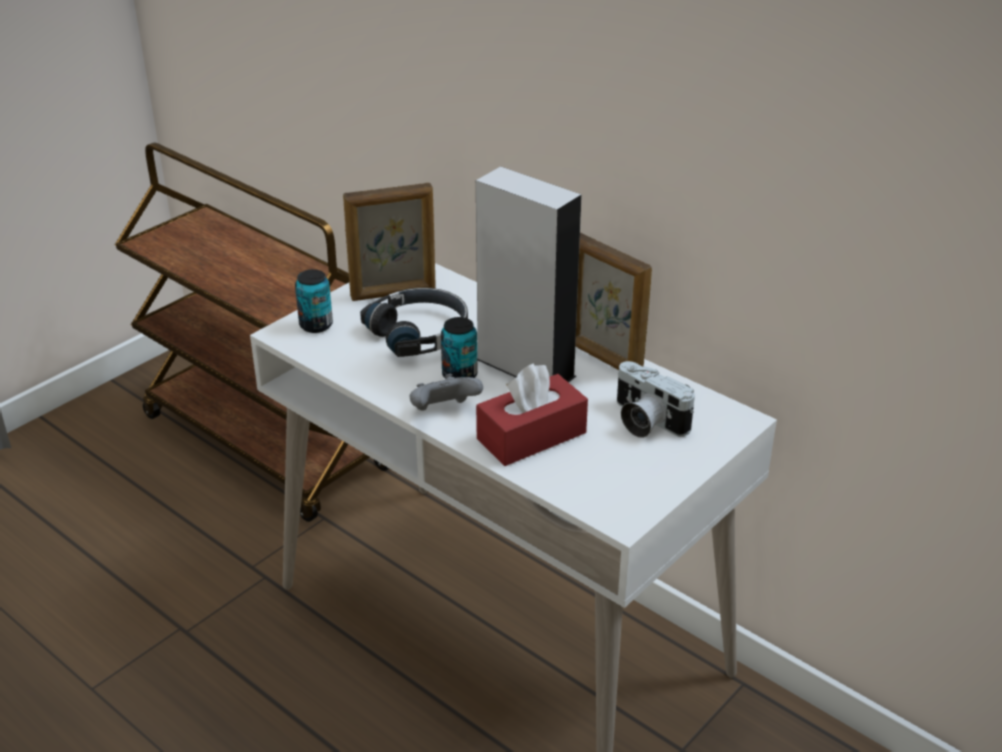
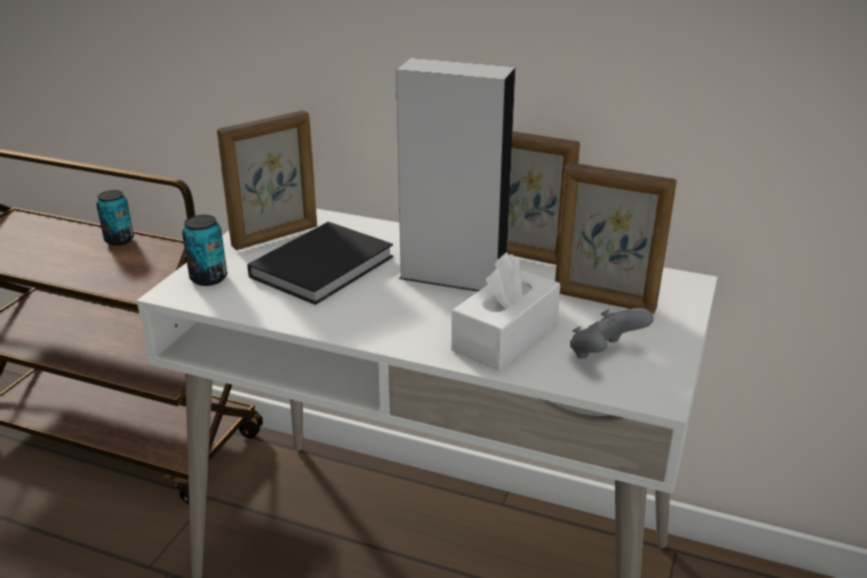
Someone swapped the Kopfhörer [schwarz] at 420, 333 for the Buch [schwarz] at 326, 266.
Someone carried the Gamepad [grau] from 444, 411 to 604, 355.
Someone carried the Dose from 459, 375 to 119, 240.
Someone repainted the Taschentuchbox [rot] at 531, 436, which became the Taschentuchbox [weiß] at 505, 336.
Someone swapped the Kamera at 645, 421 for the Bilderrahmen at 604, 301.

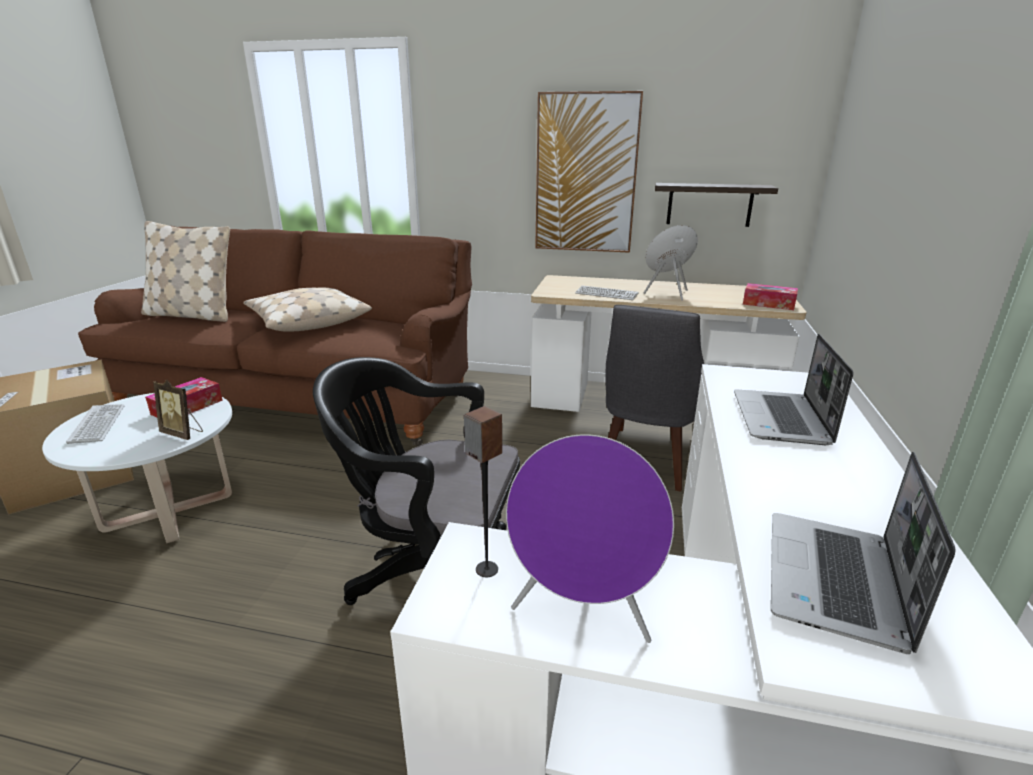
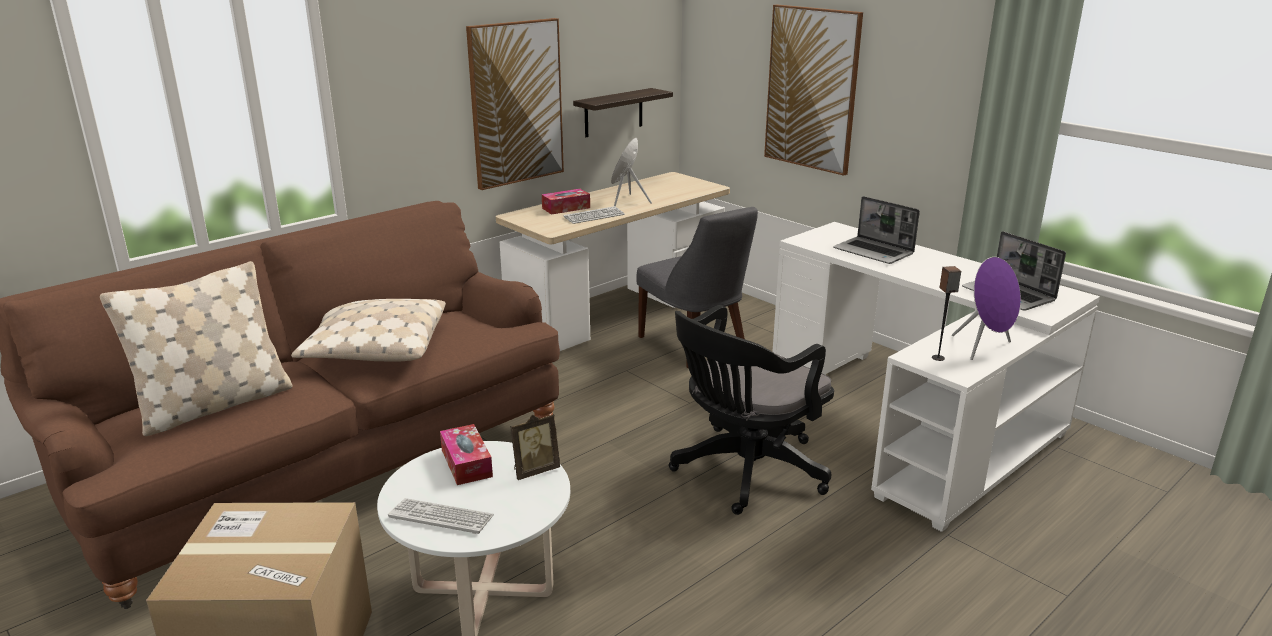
Someone carried the Taschentuchbox from 768, 304 to 566, 208.
Someone put up the Bild at 812, 89.

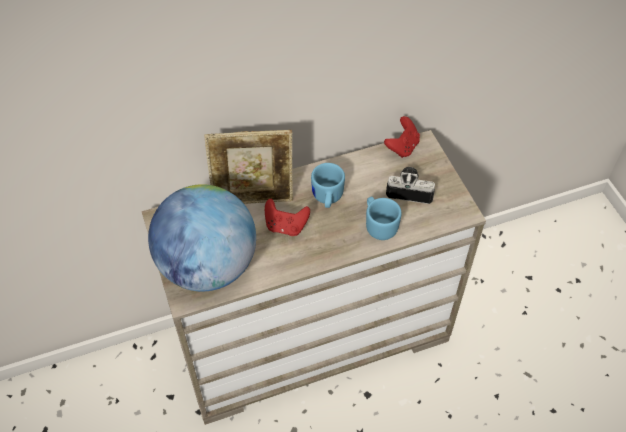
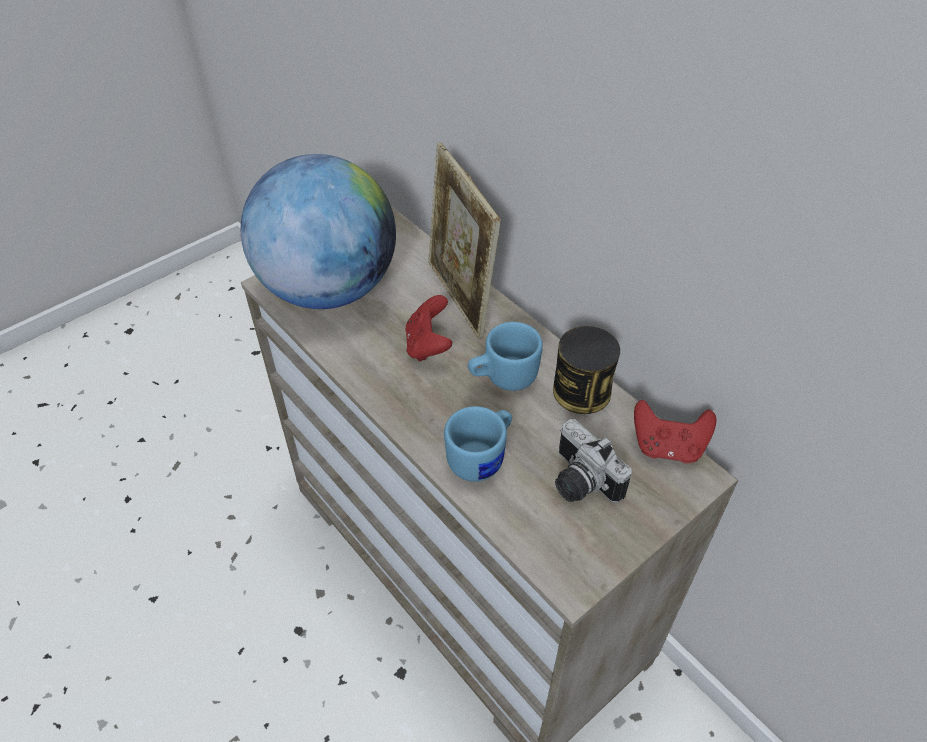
Someone rotated the Kamera at 410, 190 by 150 degrees clockwise.
Someone put down the Dose at 581, 391.

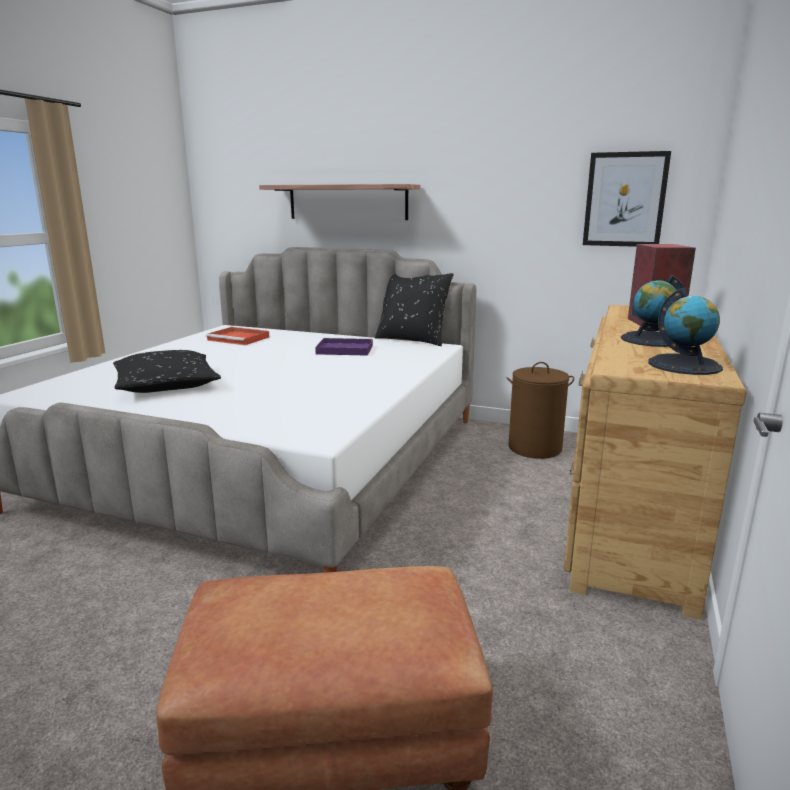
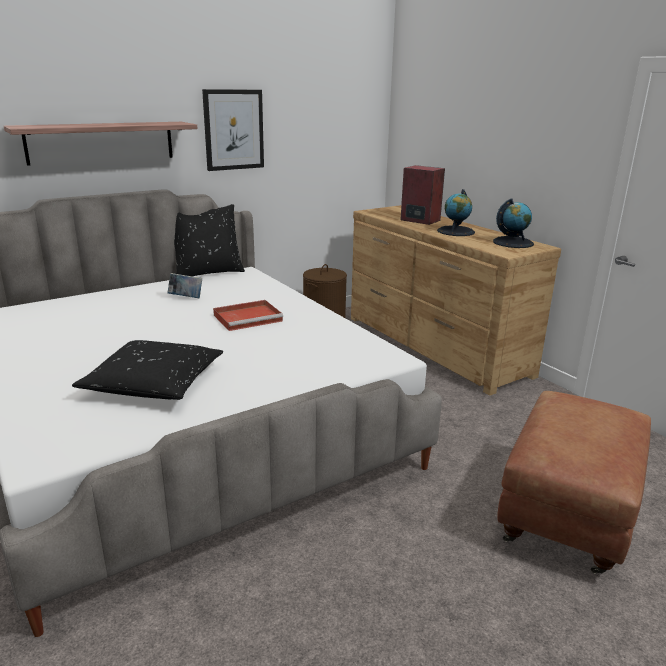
Someone carried the Tablett [rot] from 239, 339 to 249, 317.
Someone swapped the Tablett [lila] at 343, 349 for the Buch at 186, 298.
Someone carried the Bild from 625, 200 to 233, 130.

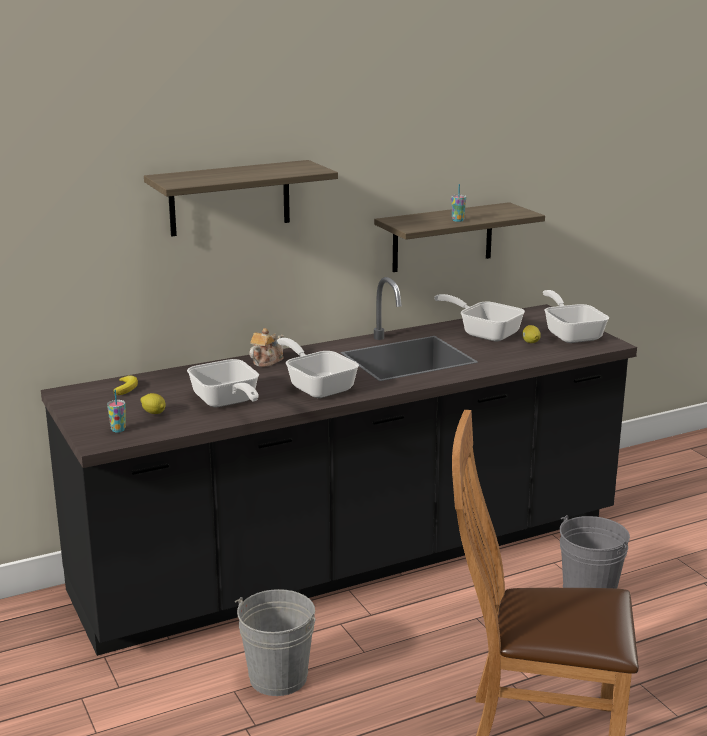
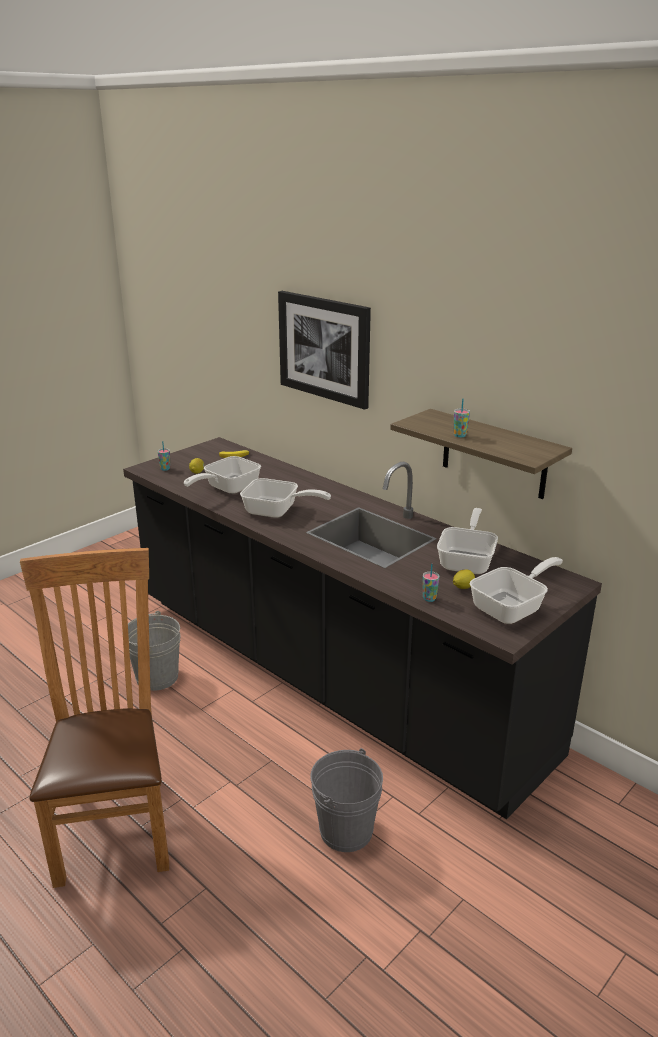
Someone swapped the Wandregal at 230, 198 for the Bild at 324, 348.
Someone took away the Teekanne at 266, 361.
Someone rotated the Pfanne at 317, 386 by 75 degrees clockwise.
Someone put down the Tasse at 429, 599.

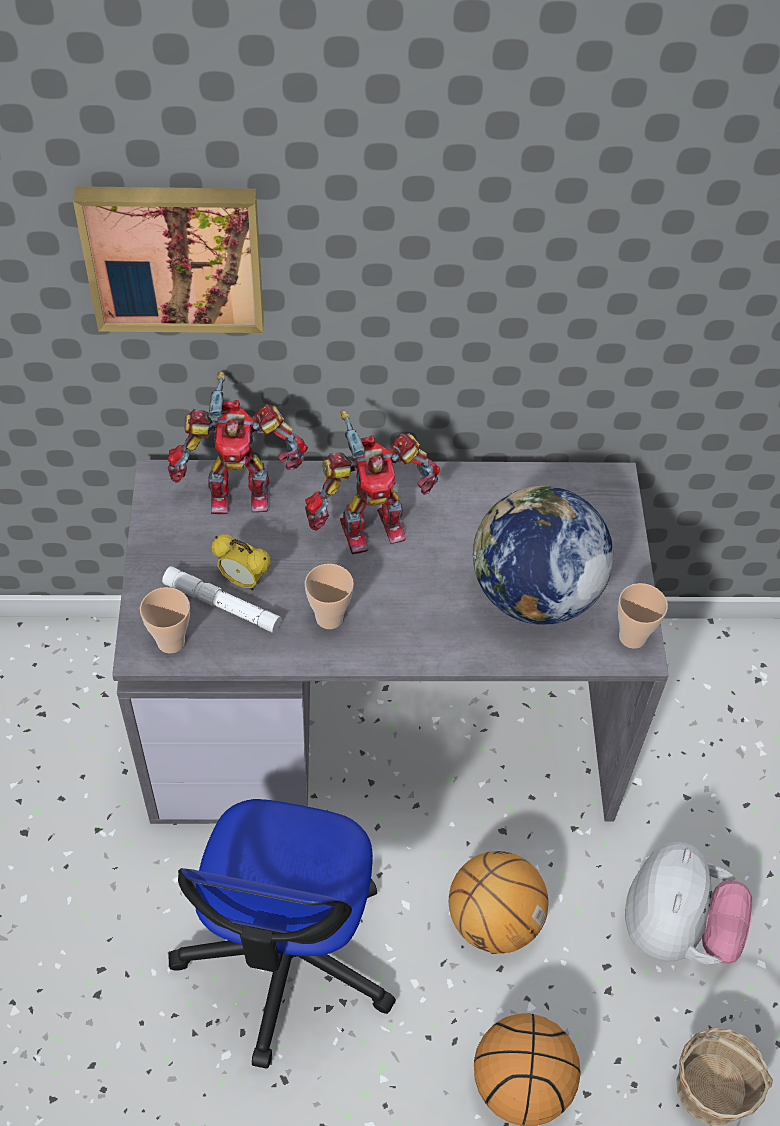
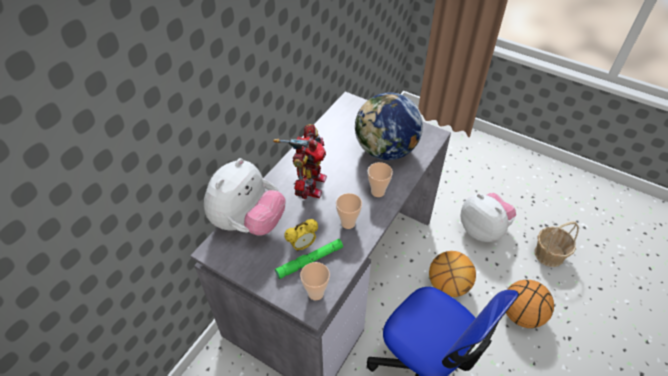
Someone took away the Bild at 174, 255.
Someone repainted the Taschenlampe [weiß] at 222, 605, which became the Taschenlampe [grün] at 309, 261.
Someone swapped the Spielzeugroboter at 239, 491 for the Plüschtier at 248, 222.
Someone carried the Tasse from 632, 637 to 377, 192.

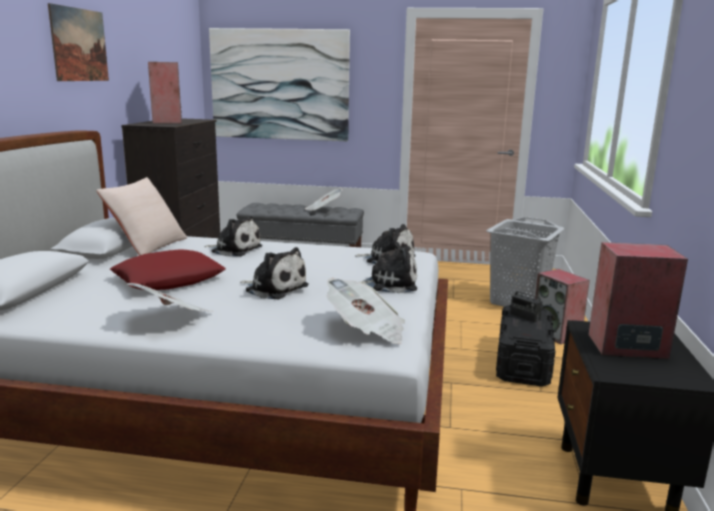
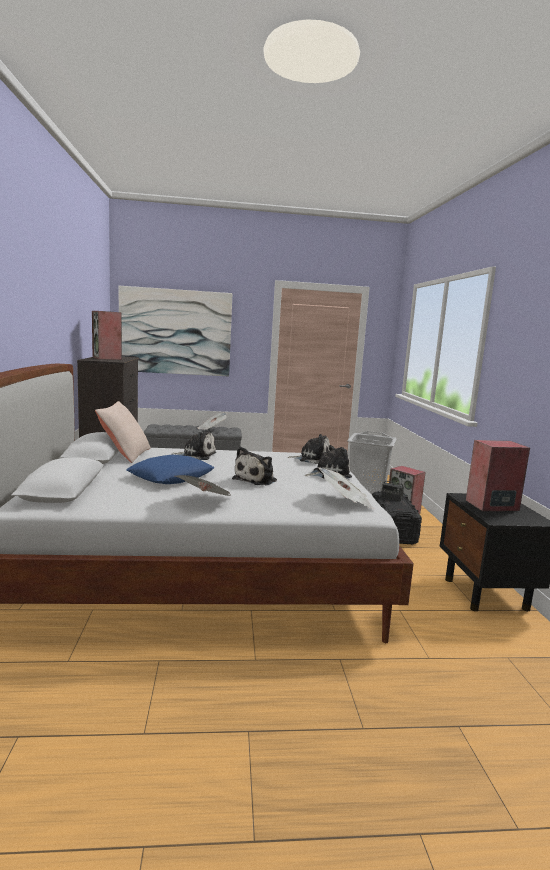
Someone took away the Bild at 79, 45.
Someone repainted the Kissen [rot] at 169, 279, which became the Kissen [blau] at 171, 477.
Someone rotated the Plüschtier at 274, 288 by 105 degrees clockwise.

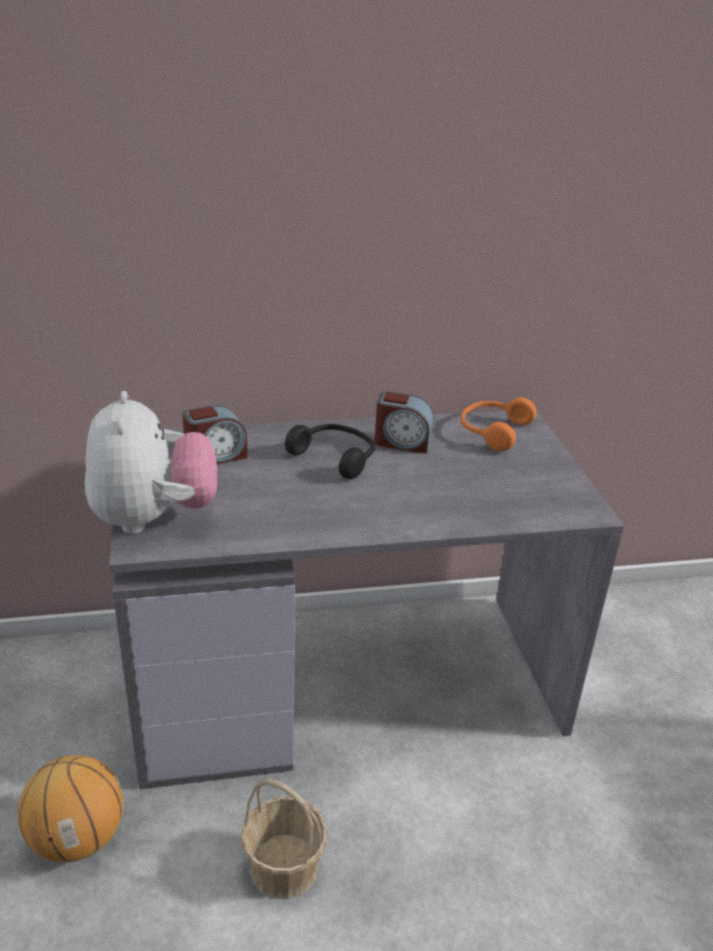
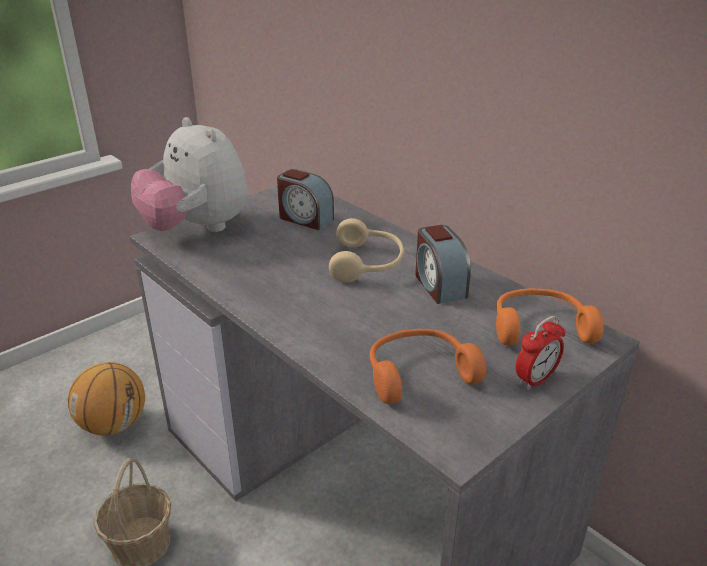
Someone rotated the Plüschtier at 153, 518 by 90 degrees clockwise.
Someone repainted the Kopfhörer [schwarz] at 335, 457, which became the Kopfhörer [beige] at 368, 263.
Someone put down the Kopfhörer [orange] at 418, 373.
Someone put down the Wecker at 535, 379.

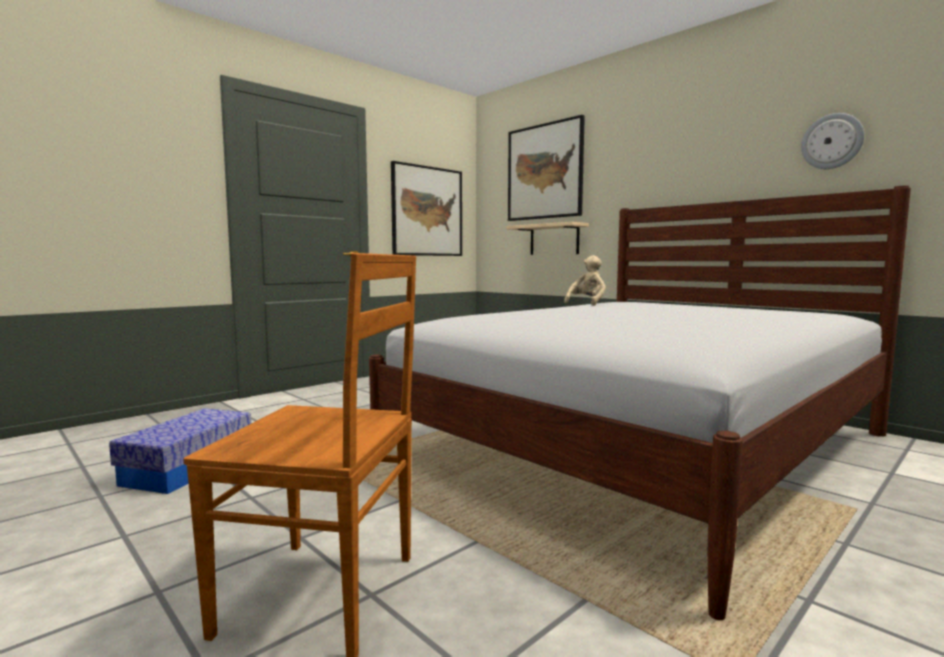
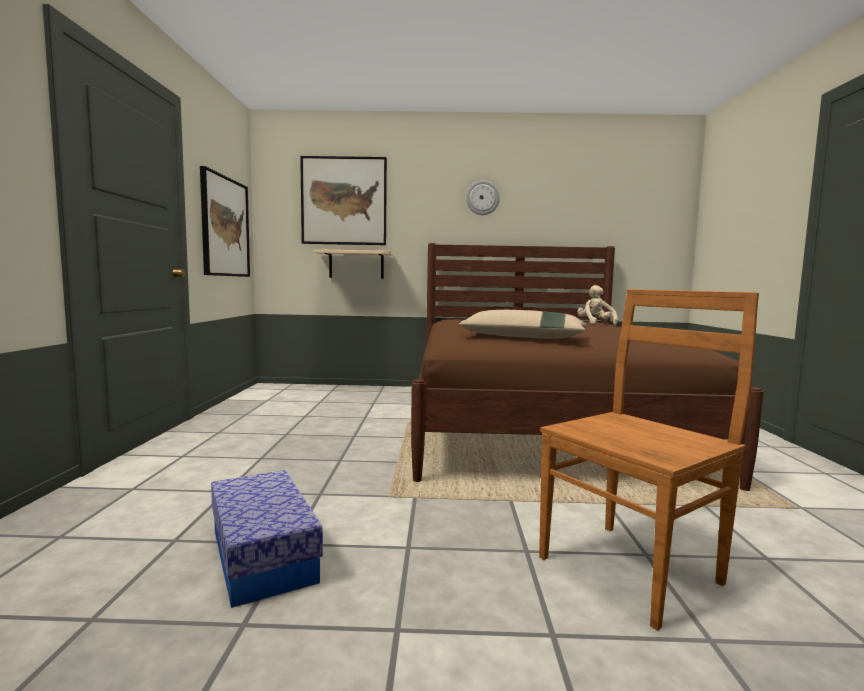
Someone repainted the Bett [weiß] at 644, 446, which became the Bett [braun] at 537, 423.
Someone carried the Plüschtier [beige] from 587, 303 to 595, 324.
Someone carried the Wanduhr from 832, 141 to 482, 198.
Someone put down the Kissen [beige] at 523, 337.

